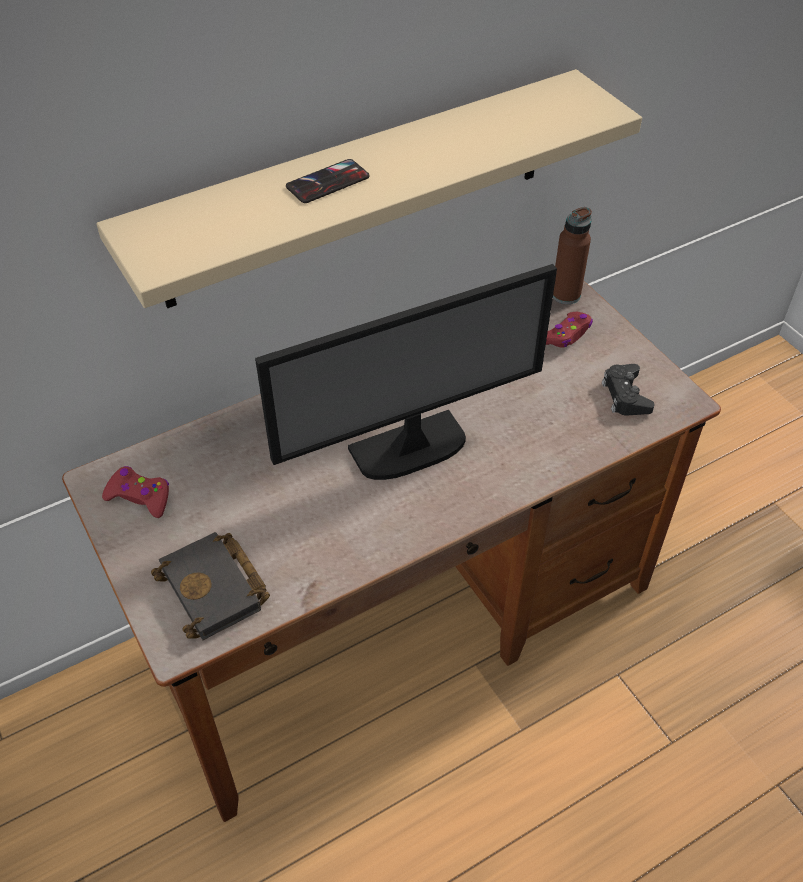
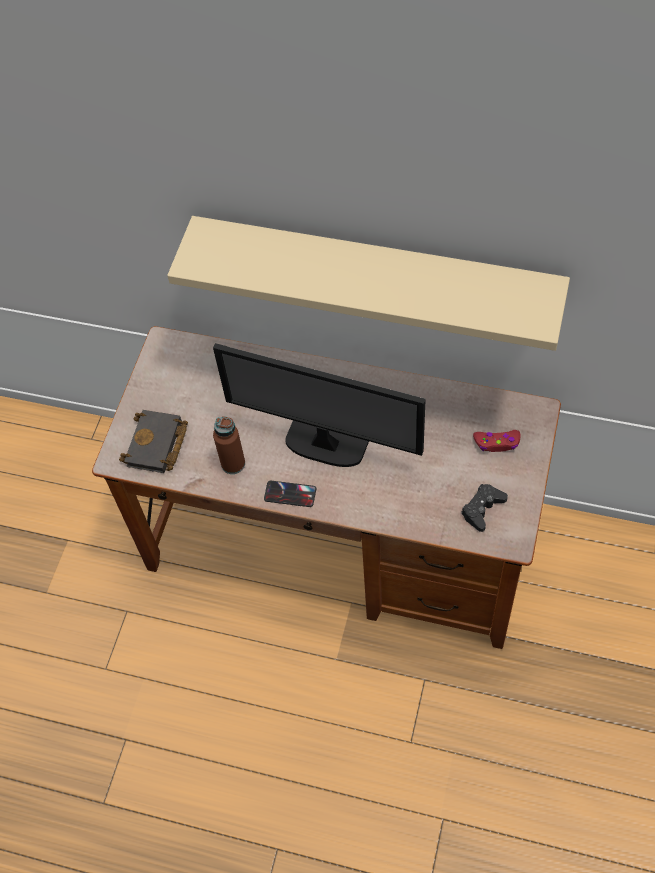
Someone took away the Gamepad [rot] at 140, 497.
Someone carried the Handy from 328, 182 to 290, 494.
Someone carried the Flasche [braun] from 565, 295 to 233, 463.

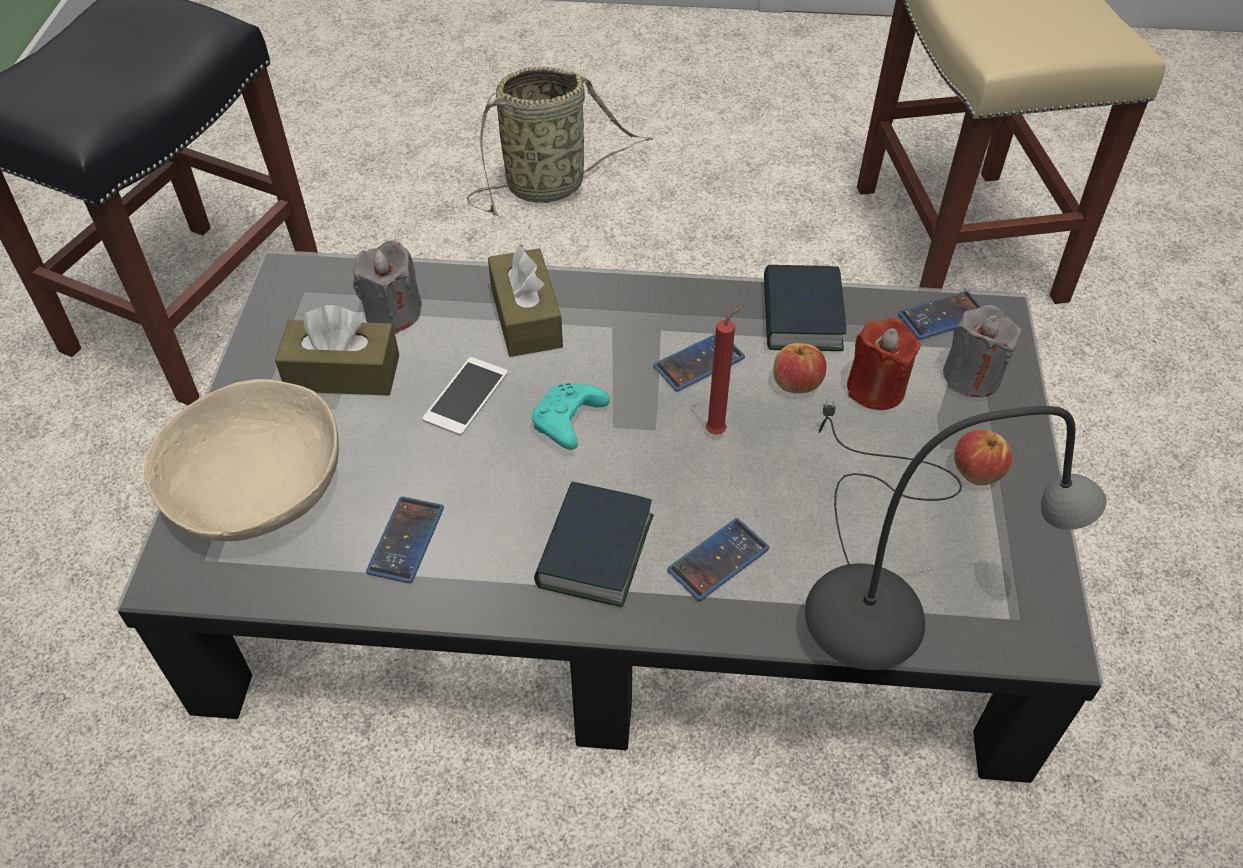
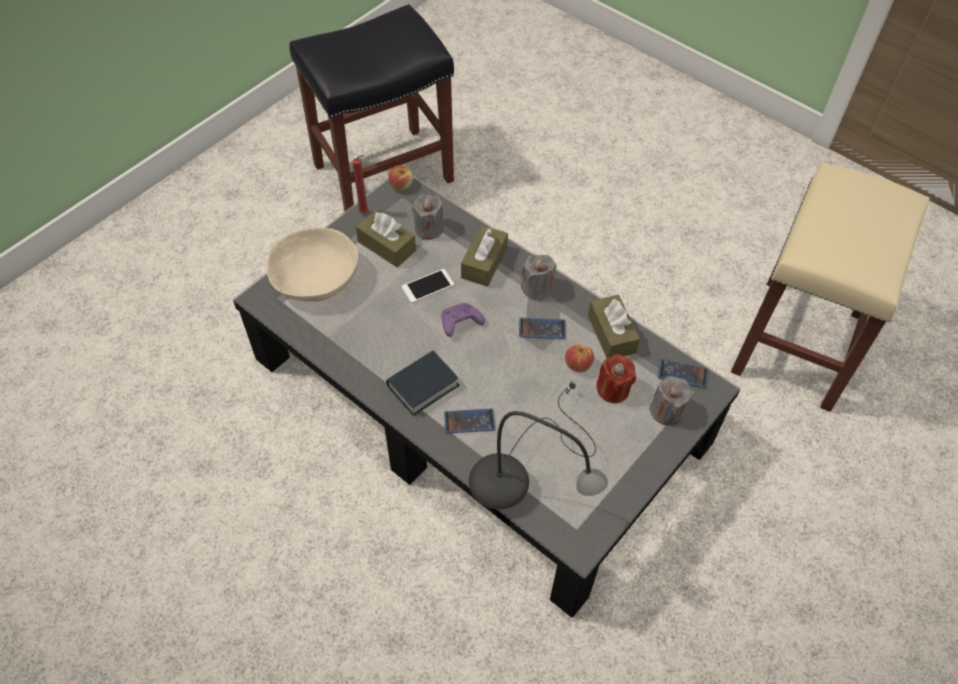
Someone took away the Handy at 406, 540.
Someone took away the Korb at 551, 185.
Someone repainted the Gamepad [türkis] at 568, 423, which became the Gamepad [lila] at 459, 323.
Someone carried the Kerze [rot] from 718, 431 to 365, 213.
Someone swapped the Buch at 801, 317 for the Taschentuchbox [braun] at 611, 334.
Someone carried the Apfel from 976, 471 to 401, 185.
Someone put down the Kerze [grau] at 537, 288.

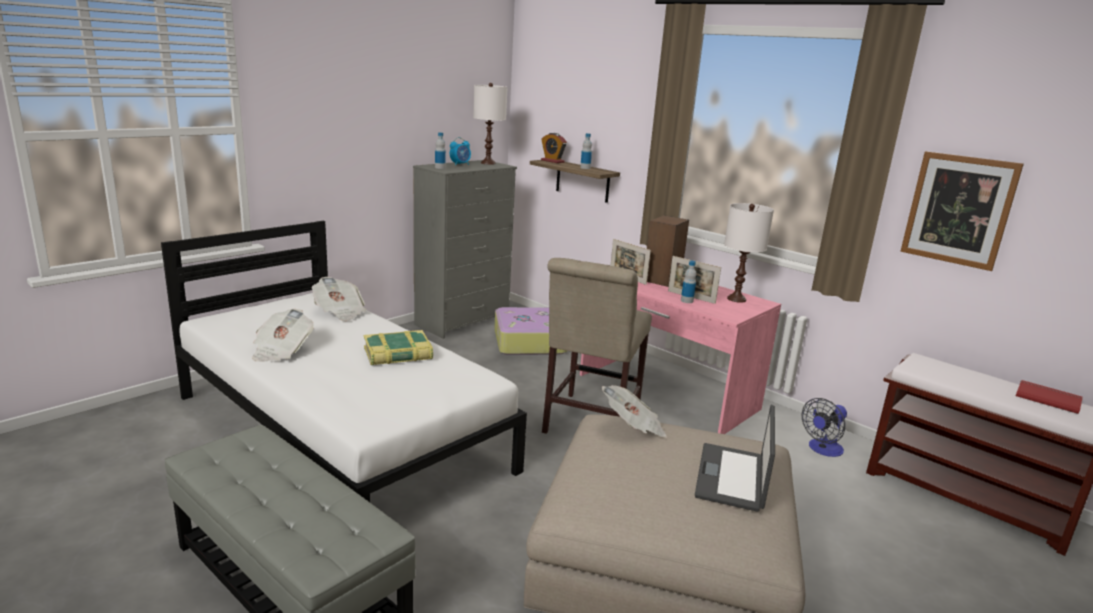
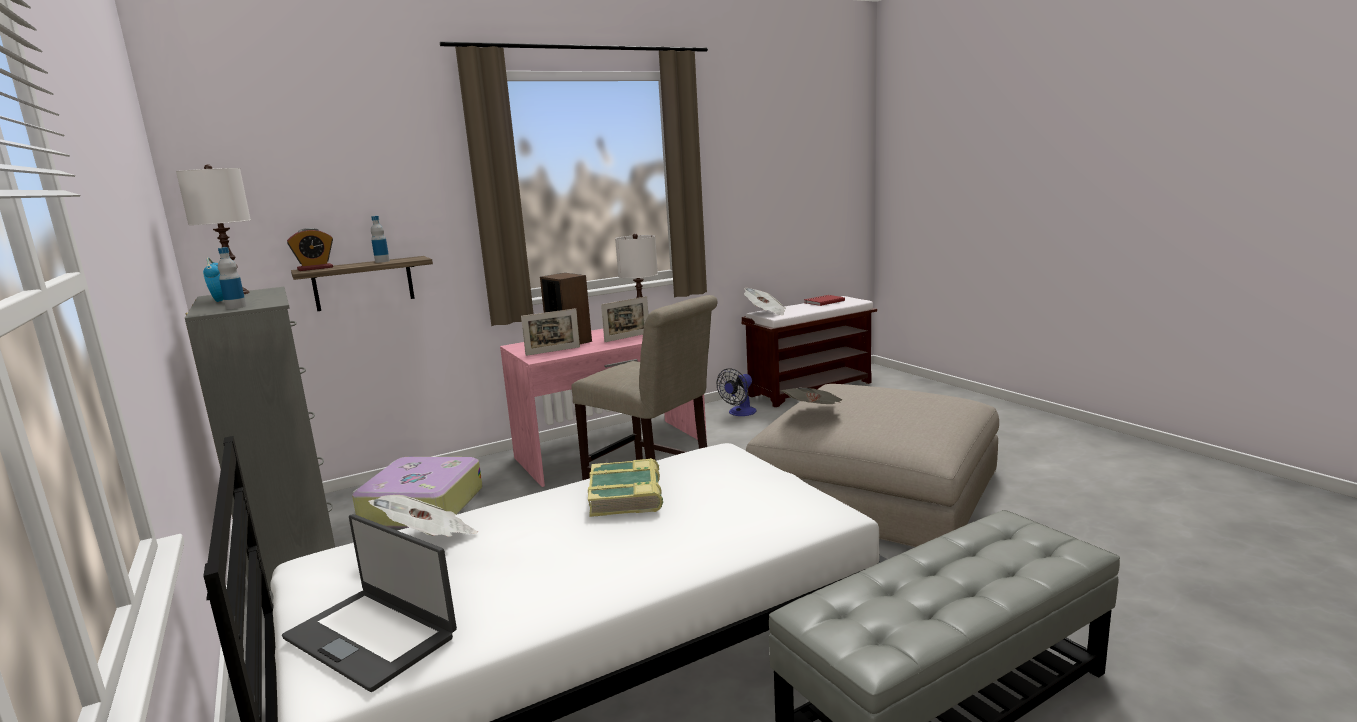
Someone carried the Zeitung from 281, 351 to 766, 313.
Someone took away the Flasche at 687, 301.
Someone carried the Laptop from 733, 477 to 372, 636.
Someone rotated the Ventilator at 822, 449 by 60 degrees clockwise.
Someone took away the Bild at 958, 210.

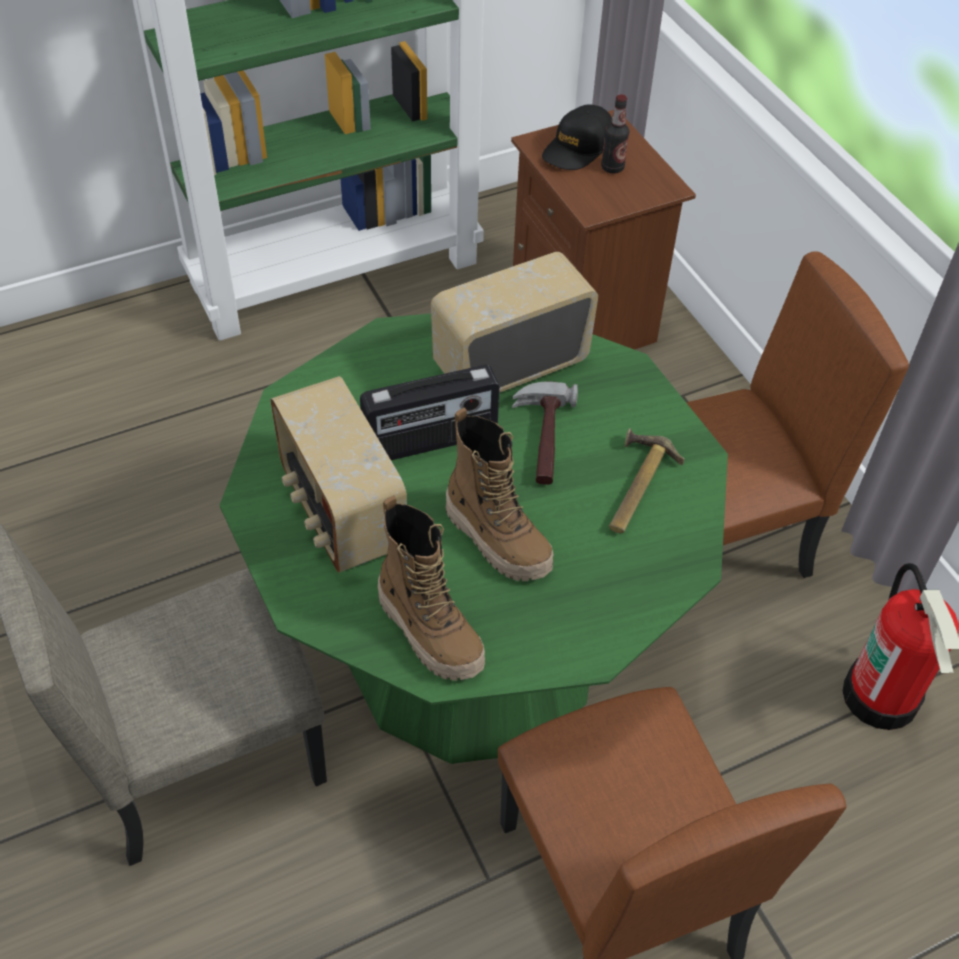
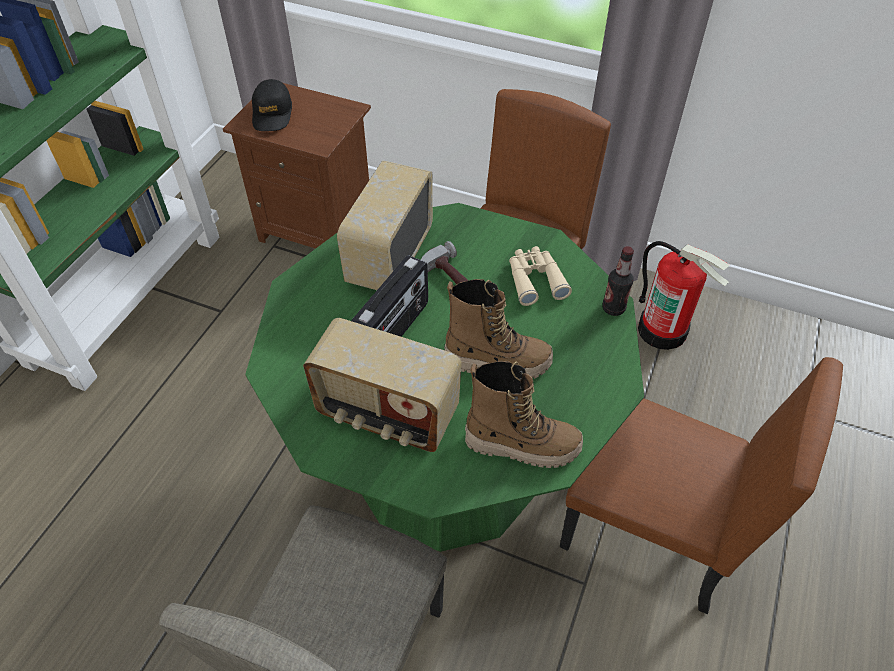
Someone carried the Flasche from 612, 168 to 613, 308.
Someone swapped the Hammer at 633, 486 for the Fernglas [beige] at 535, 280.

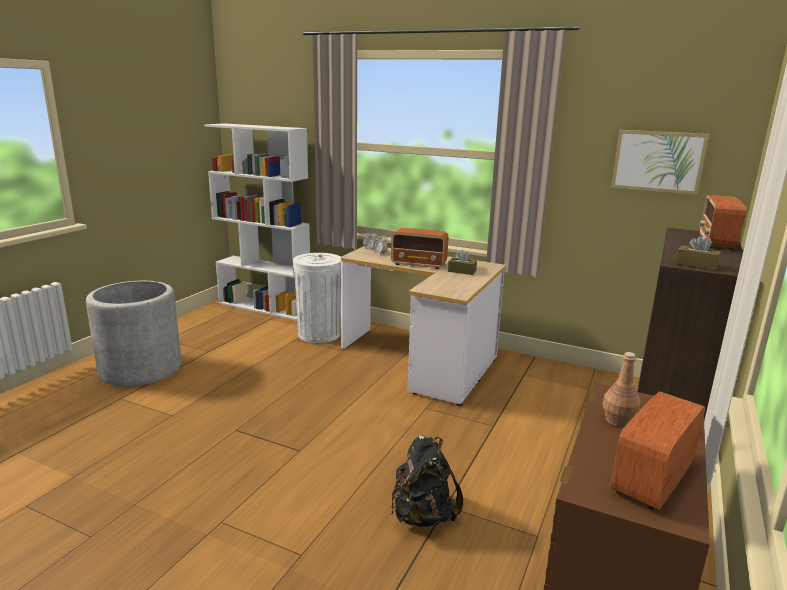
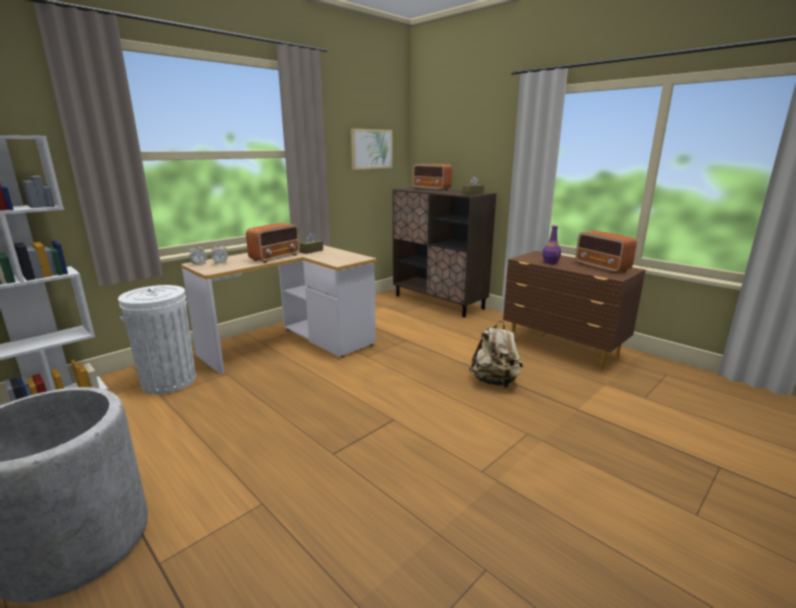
Someone repainted the Rucksack [schwarz] at 423, 516, which became the Rucksack [beige] at 495, 382.
Someone repainted the Flasche [braun] at 618, 421, which became the Flasche [lila] at 550, 262.

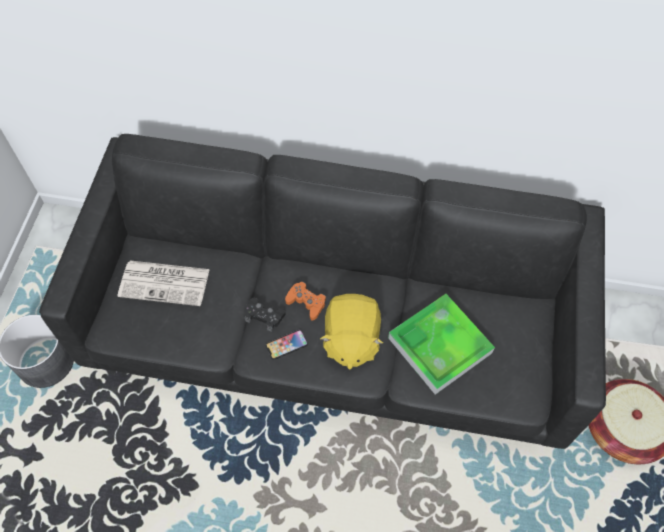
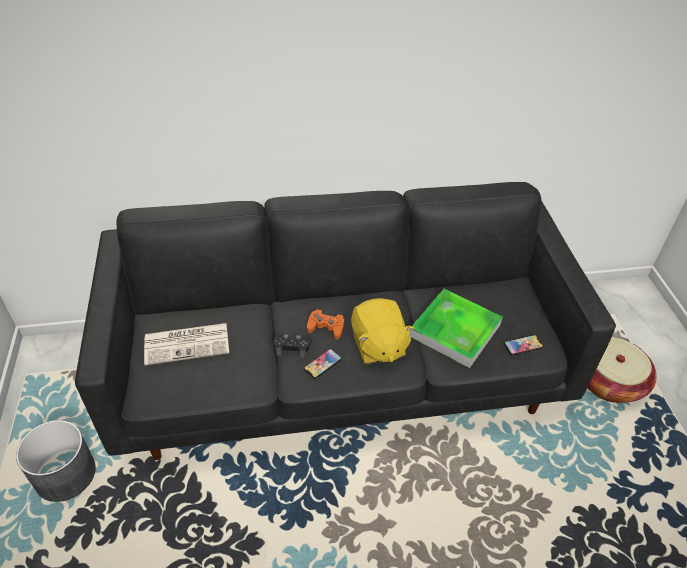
Someone put down the Handy at 523, 345.

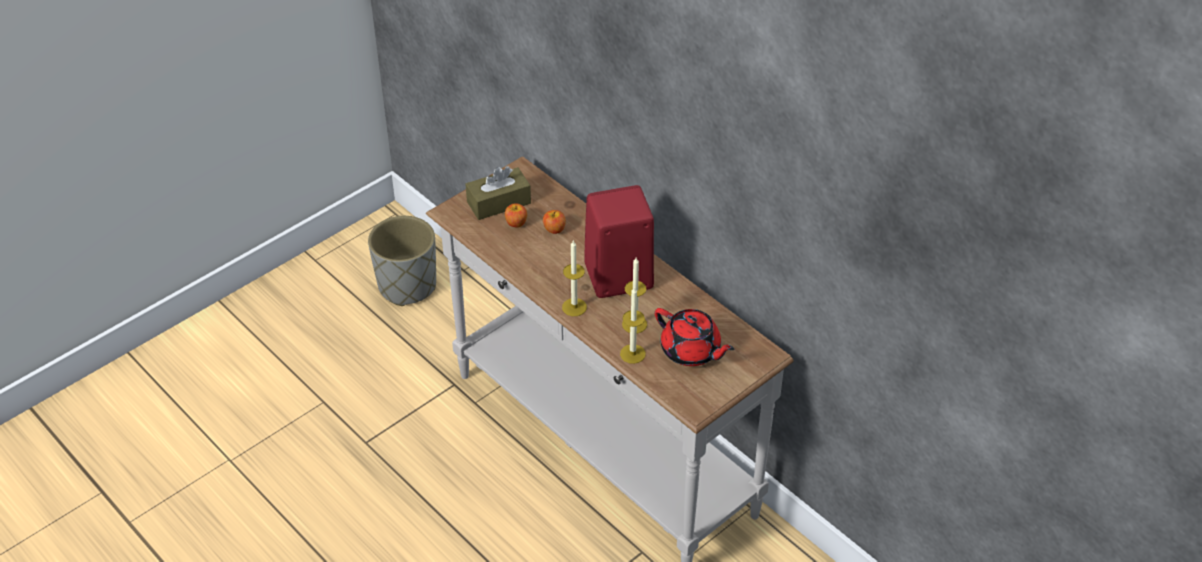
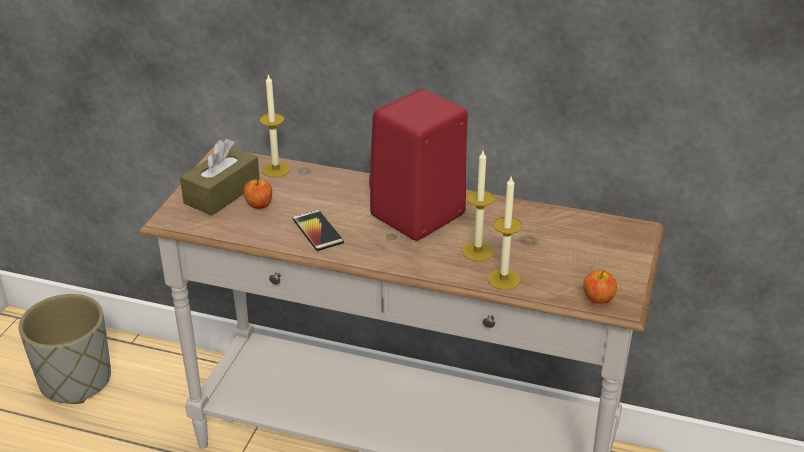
Someone carried the Apfel from 554, 229 to 598, 299.
Someone carried the Kerze from 574, 307 to 276, 169.
Someone took away the Teekanne [rot] at 691, 351.
Someone put down the Handy at 317, 231.

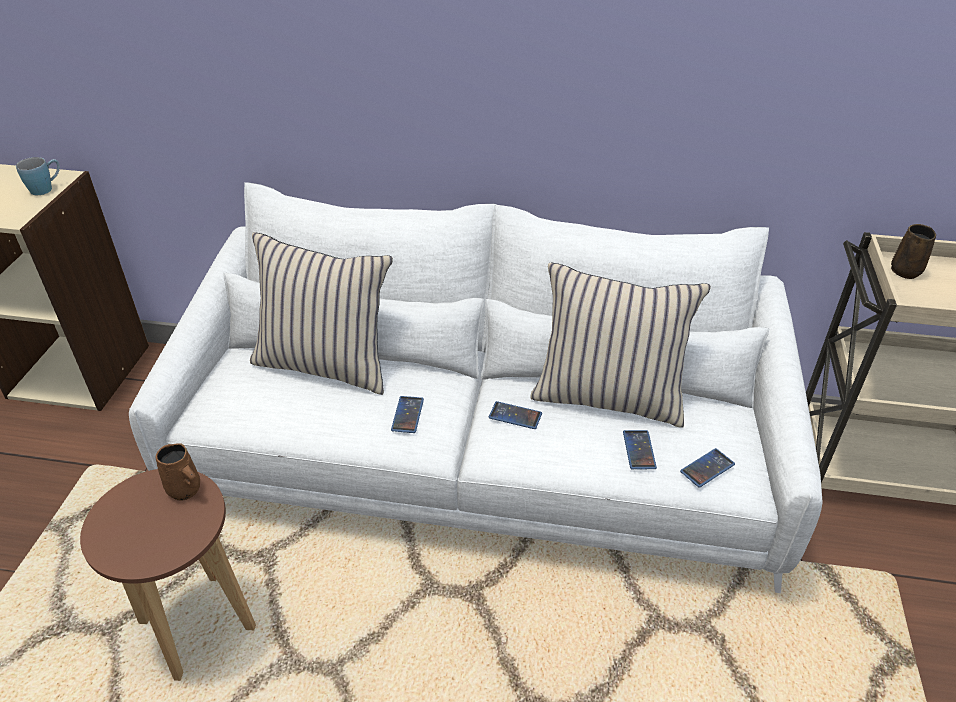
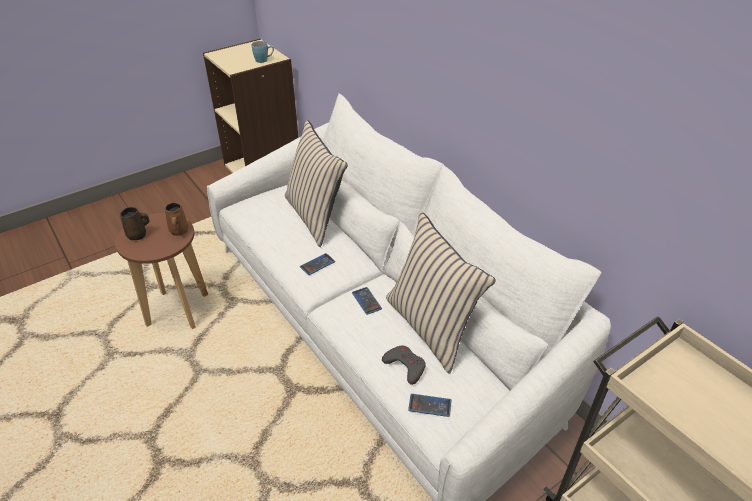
Someone swapped the Handy at 639, 450 for the Gamepad [grau] at 405, 366.
Someone carried the Henkelbecher [braun] from 905, 270 to 138, 235.

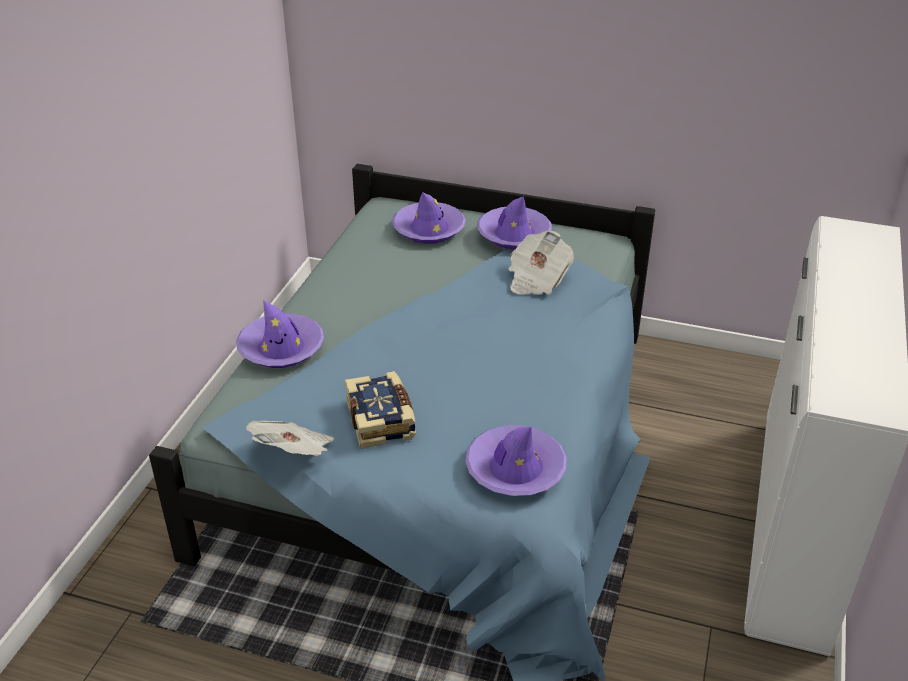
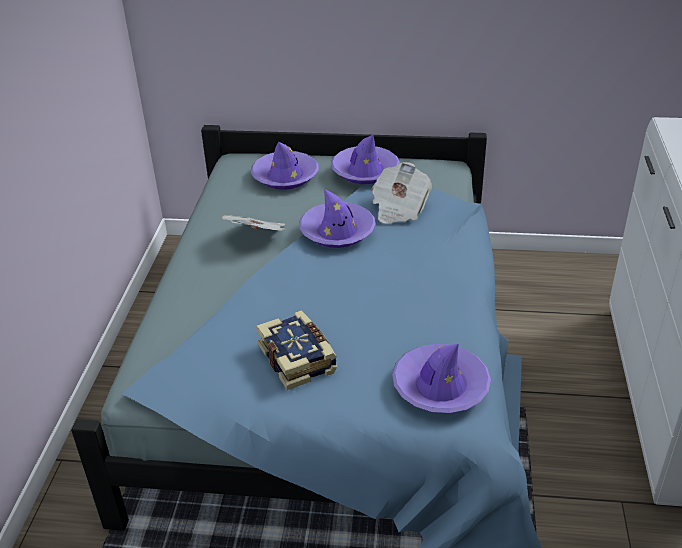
Someone carried the Hut [lila] from 281, 348 to 337, 232.
Someone carried the Zeitung from 294, 453 to 258, 237.

